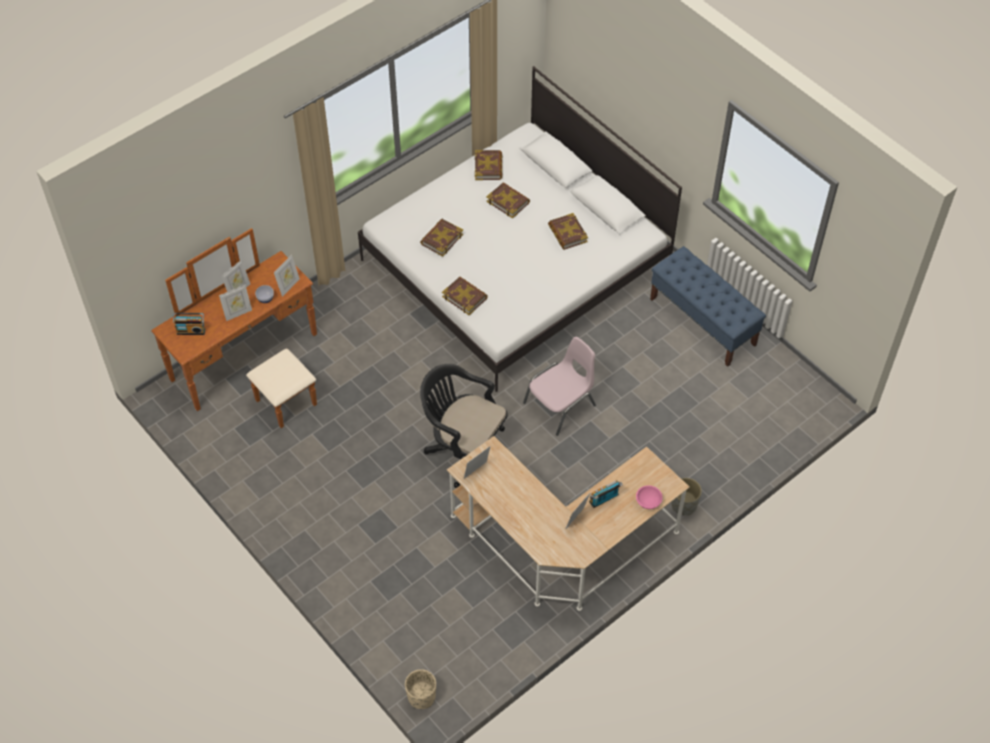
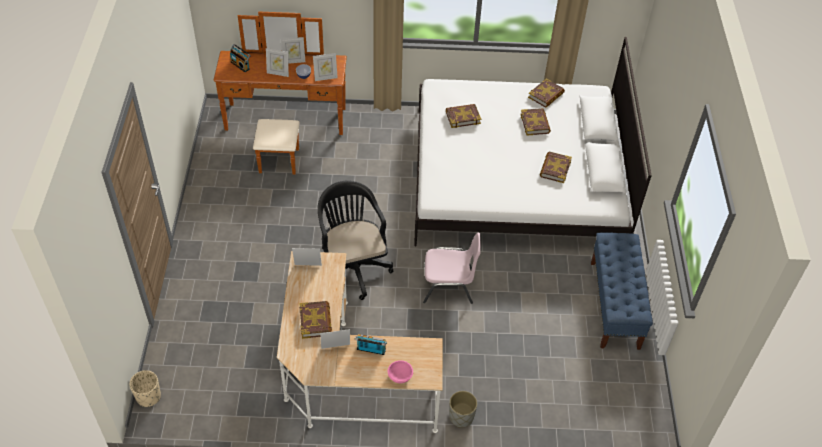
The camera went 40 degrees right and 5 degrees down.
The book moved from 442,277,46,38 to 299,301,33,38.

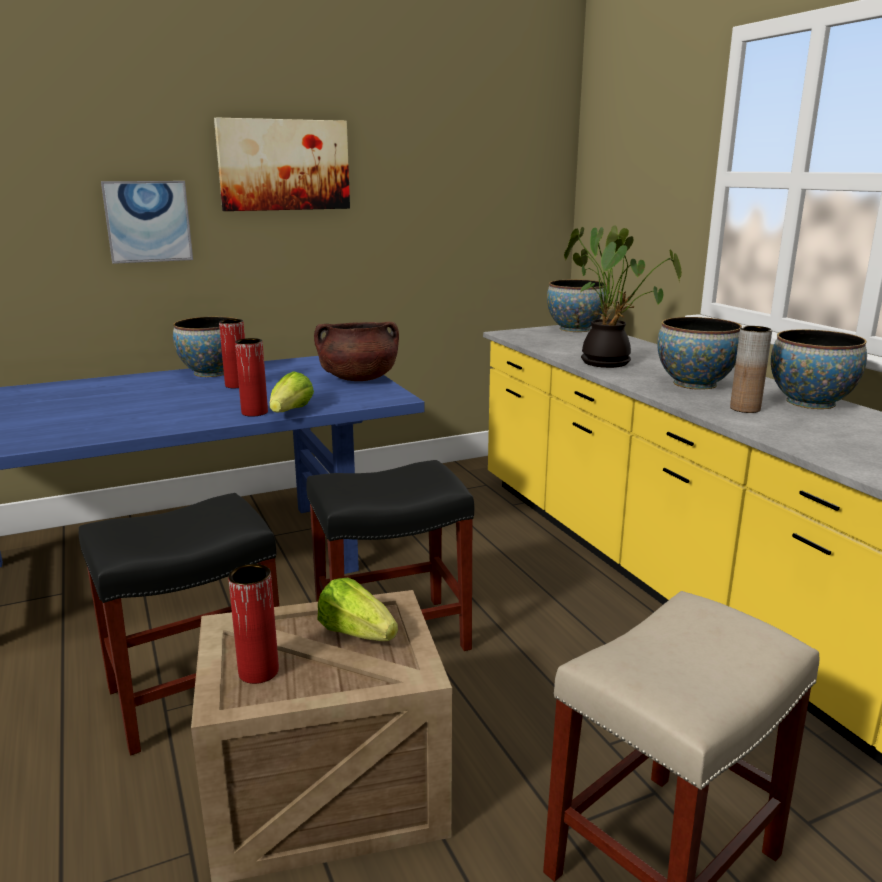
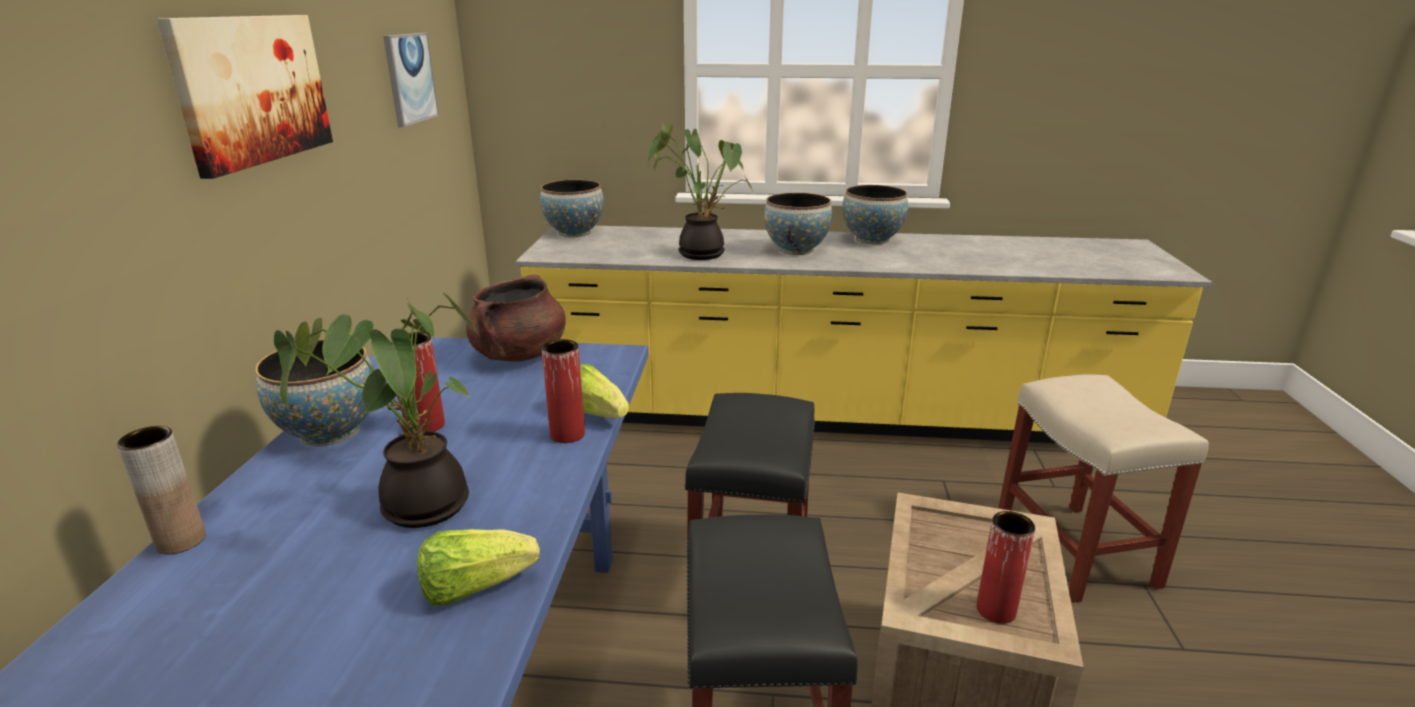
The camera went 60 degrees left and 5 degrees up.
The picture moved from 101,181,92,83 to 383,33,56,94.
The lettuce moved from 317,578,81,63 to 417,529,123,76.
The vase (brown) moved from 730,326,42,87 to 117,426,89,128.
The potted plant at 274,293,204,235 appeared.

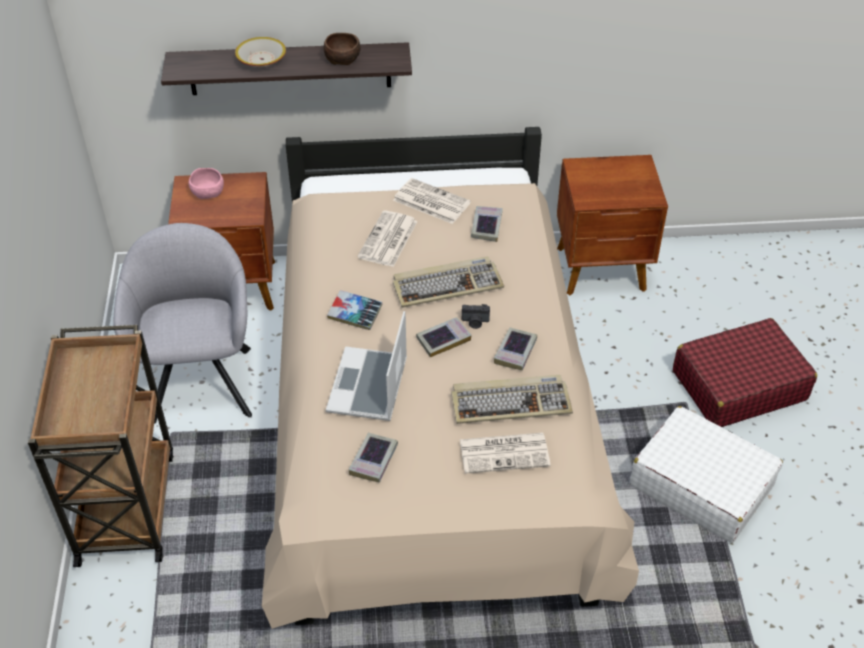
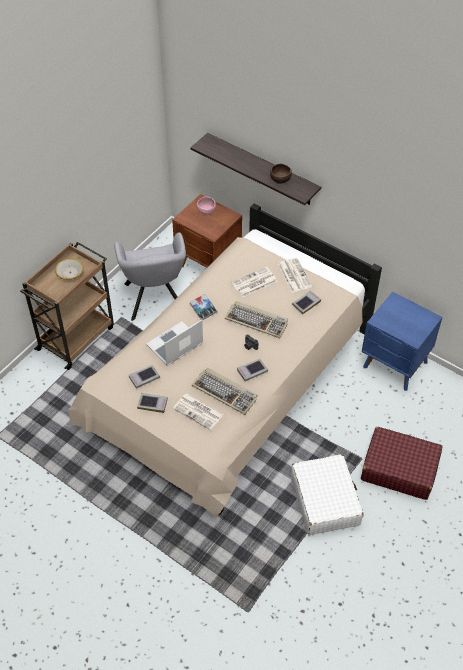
The camera went 40 degrees right and 5 degrees up.
The armchair (grey) at 113,223,139,201 turned 135 degrees clockwise.
The bowl moved from 235,37,51,31 to 55,258,29,22.
The book moved from 416,317,55,40 to 137,393,31,20.
The nightstand (brown) at 557,155,111,141 became the nightstand (blue) at 362,292,81,99.

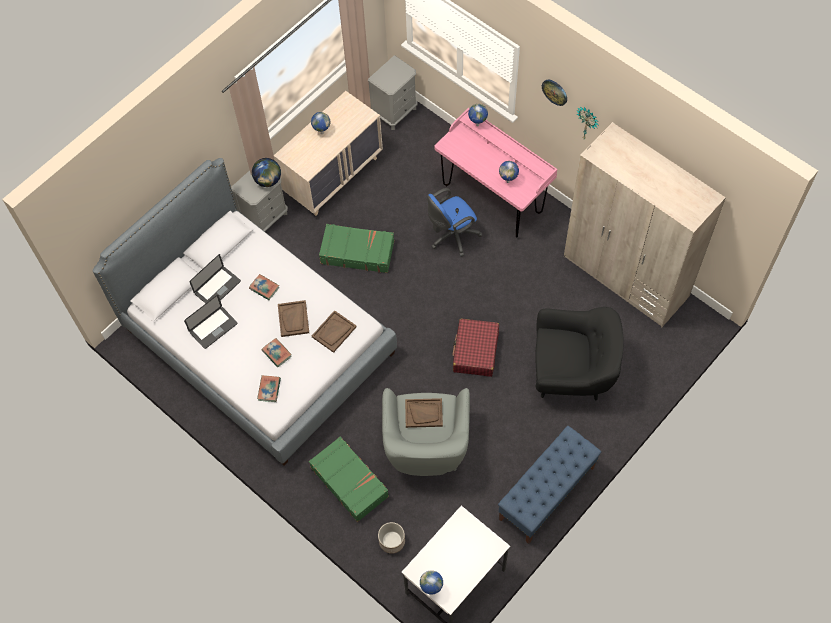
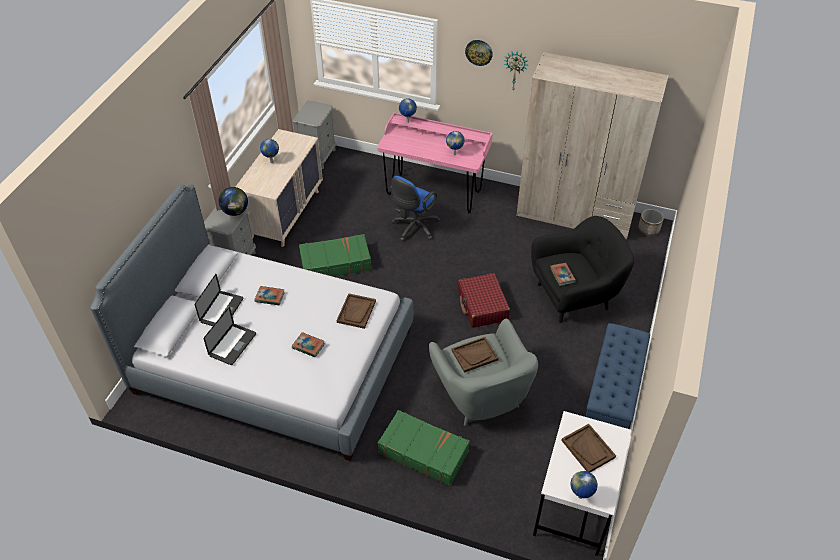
The camera went 25 degrees left and 15 degrees down.
The book moved from 257,375,24,27 to 550,263,26,23.
The tray (brown) moved from 278,300,31,37 to 561,424,55,48.
The planter moved from 378,522,27,32 to 638,209,26,27.

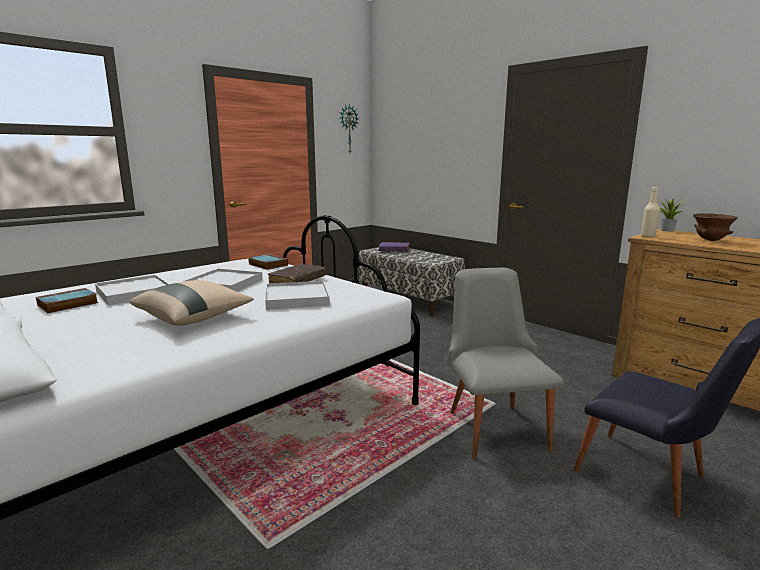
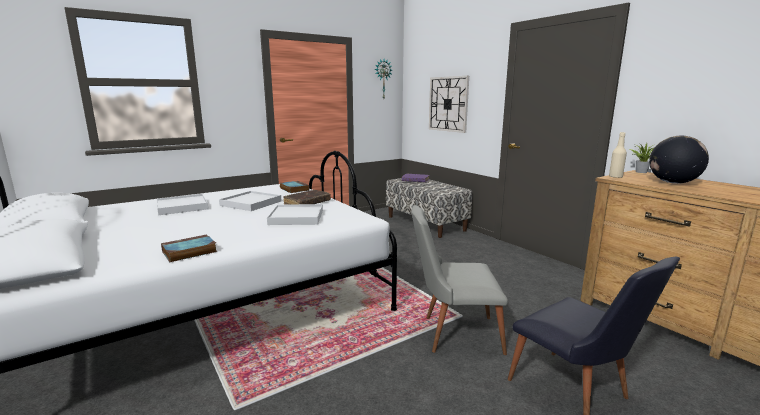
The camera went 10 degrees right and 0 degrees up.
The book moved from 36,288,62,25 to 161,234,56,28.
The pillow (beige) at 130,280,124,46 disappeared.
The chair (grey) at 448,268,116,192 turned 90 degrees counterclockwise.
The bowl (brown) at 693,213,45,28 was replaced by the globe at 649,136,60,48.
The wall clock at 429,76,40,57 appeared.

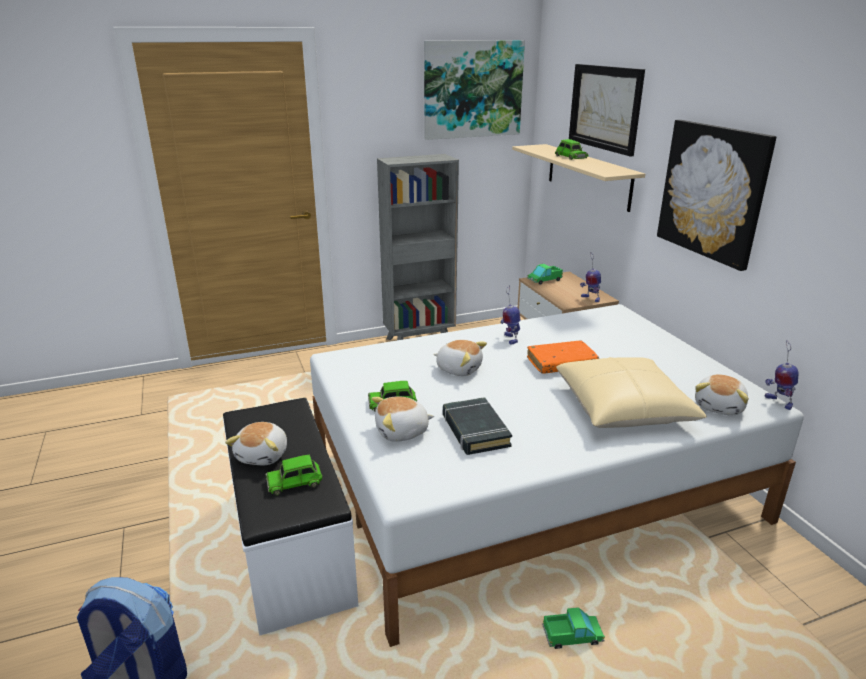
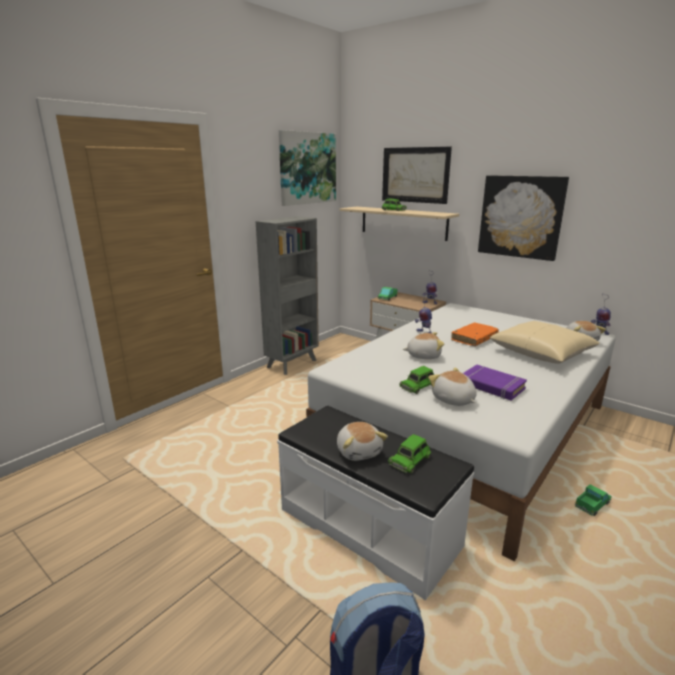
The camera went 30 degrees left and 5 degrees down.
The plush toy at 372,396,62,46 turned 105 degrees clockwise.
The book (black) at 443,397,69,58 became the book (purple) at 463,365,64,35.

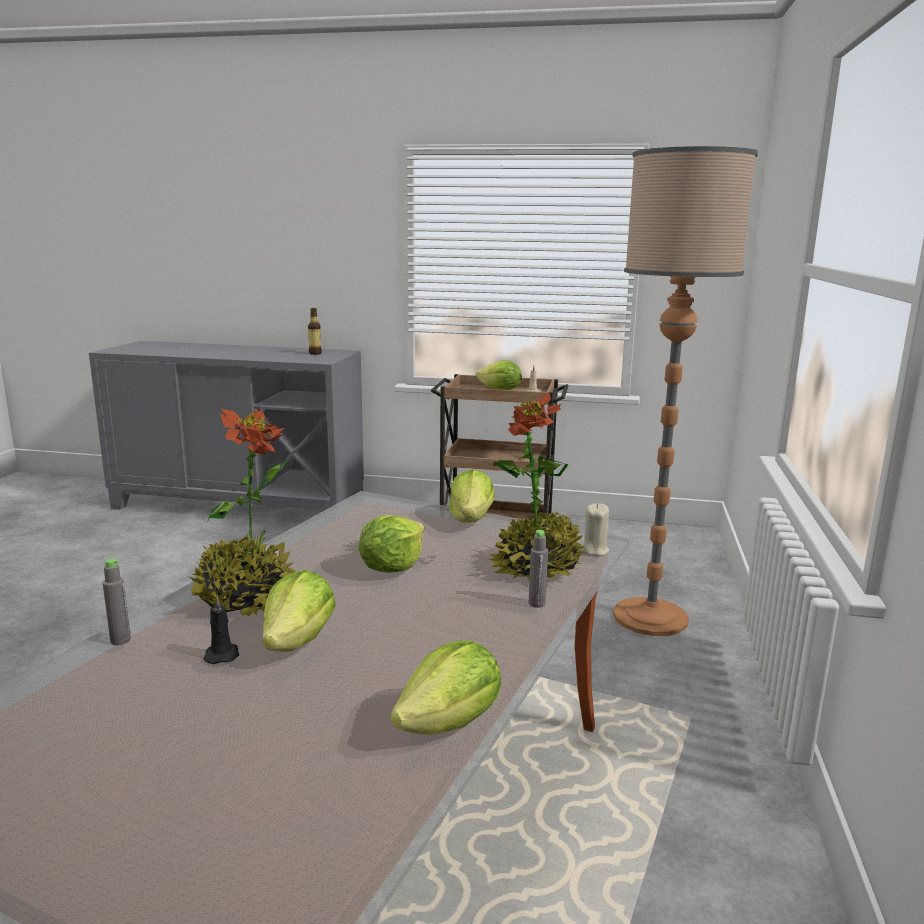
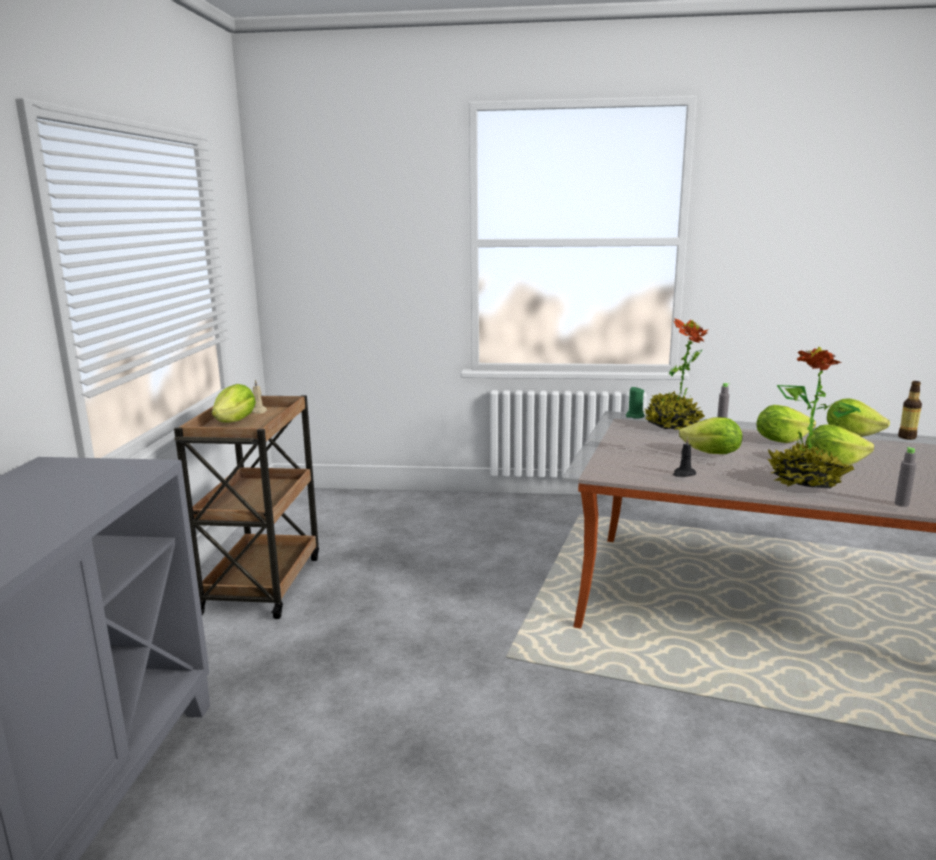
The camera went 95 degrees left and 0 degrees up.
The candle (black) moved from 204,595,35,69 to 673,437,23,40.
The bottle moved from 308,308,14,47 to 898,381,24,59.
The lettuce moved from 449,469,46,54 to 756,405,60,38.
The candle (beige) at 580,503,29,53 became the candle (green) at 626,387,18,31.
The floor lamp at 613,146,145,490 disappeared.

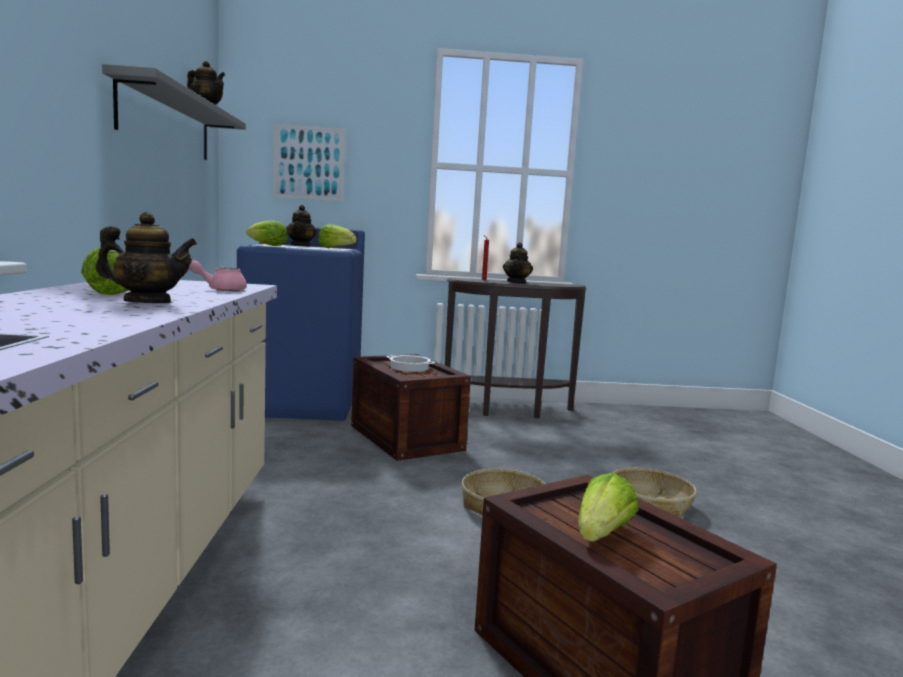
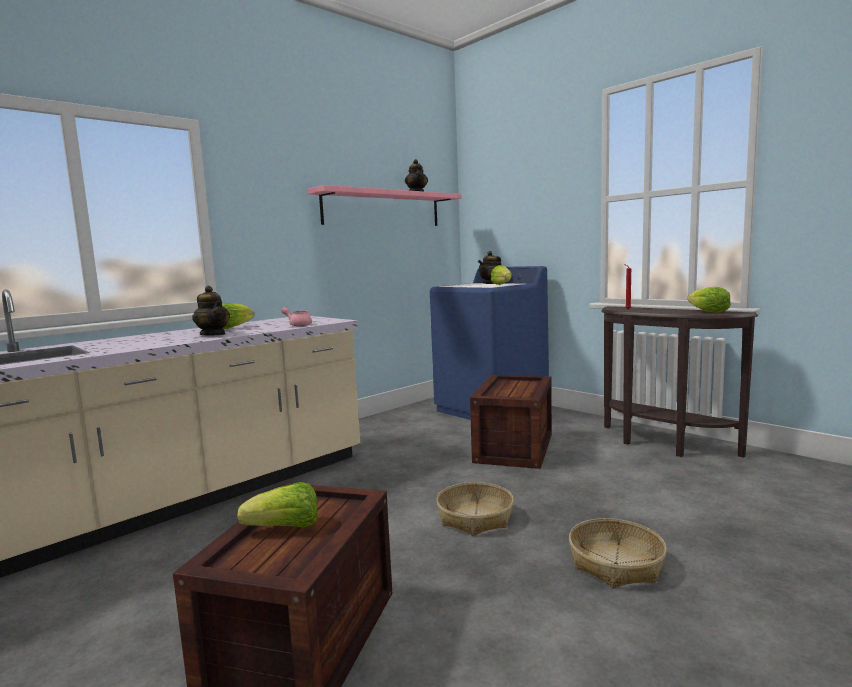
The camera went 50 degrees right and 0 degrees up.
The shelf (grey) at 102,64,144,96 became the shelf (pink) at 307,185,155,41.
The lettuce moved from 246,221,41,25 to 687,287,44,26.
The picture at 273,124,73,78 disappeared.
The cooking pot at 386,355,49,17 disappeared.
The teapot at 503,242,30,42 disappeared.

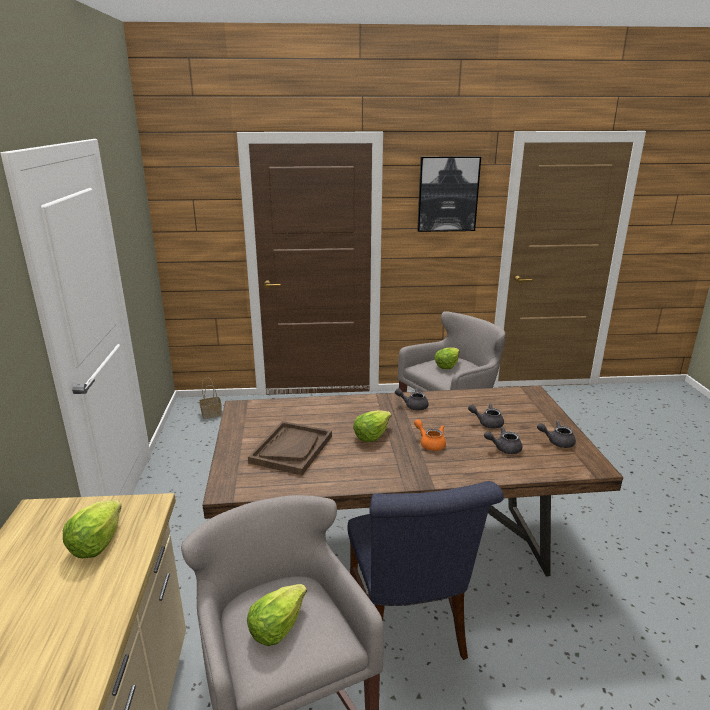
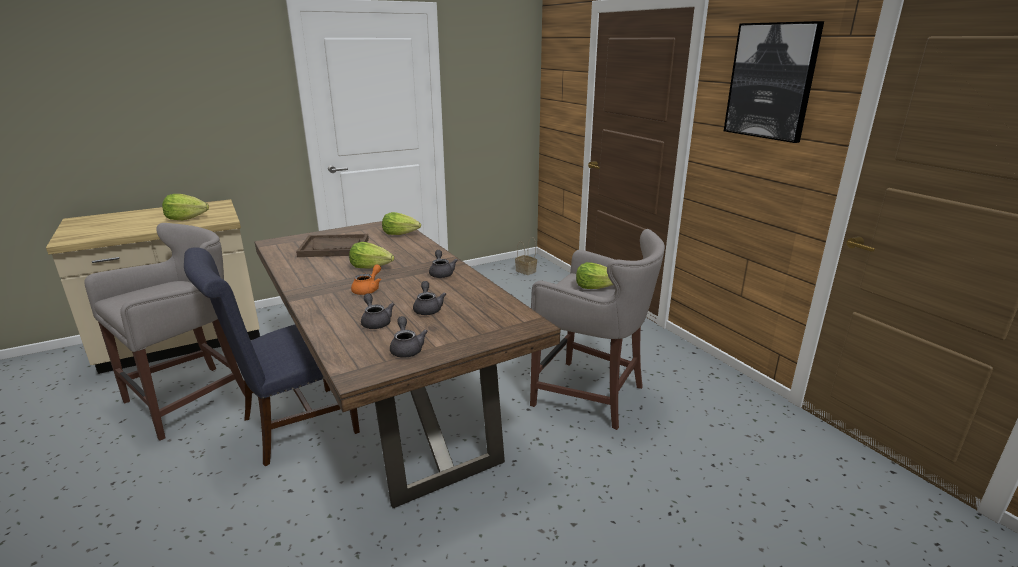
The camera went 65 degrees right and 0 degrees up.
The lettuce moved from 247,584,60,62 to 382,212,39,23.

